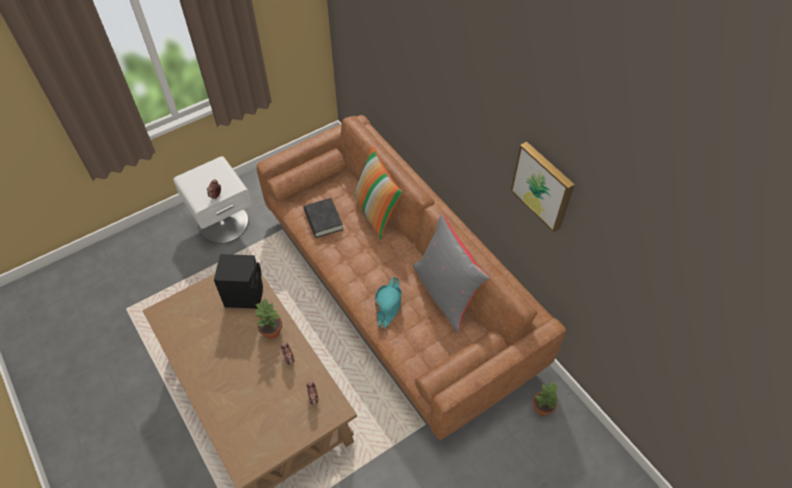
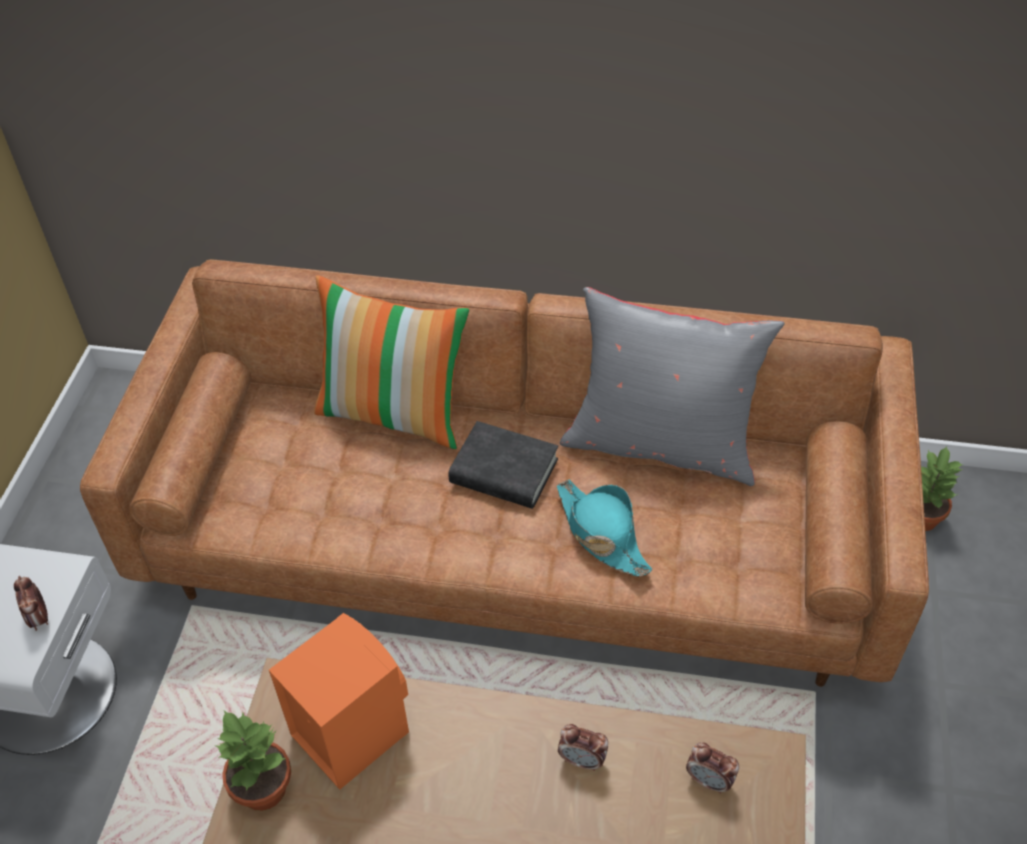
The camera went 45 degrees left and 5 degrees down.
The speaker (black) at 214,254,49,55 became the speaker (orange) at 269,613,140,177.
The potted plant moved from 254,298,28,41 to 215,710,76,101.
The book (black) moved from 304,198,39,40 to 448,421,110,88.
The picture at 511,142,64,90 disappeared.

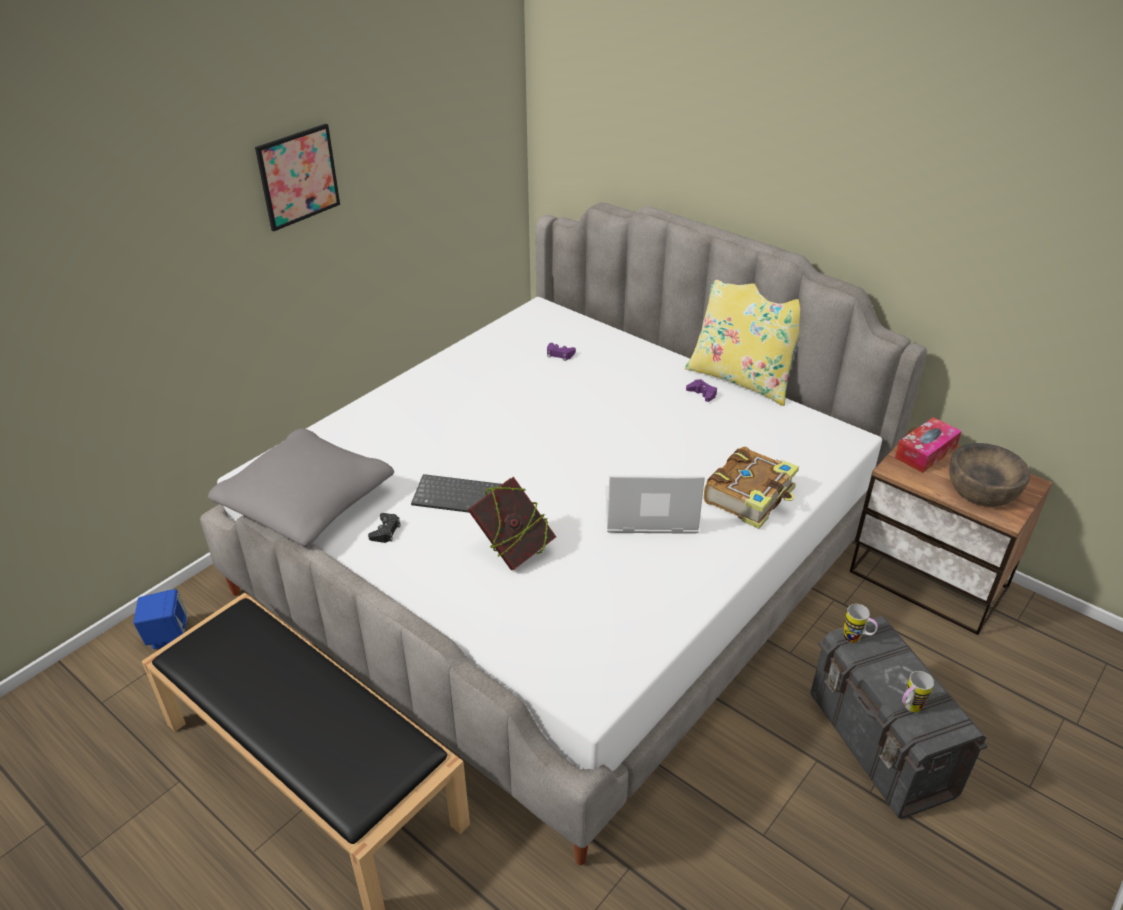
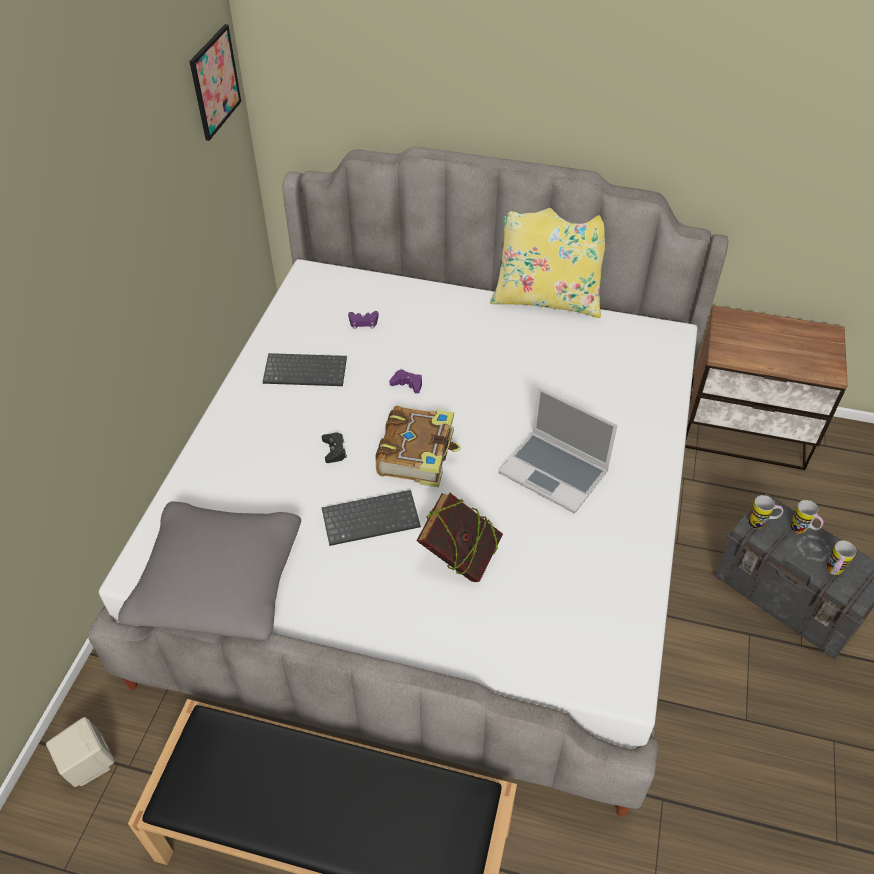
The camera went 25 degrees left and 10 degrees up.
The speaker (blue) at 133,589,55,60 became the speaker (beige) at 46,717,68,70.
The picture moved from 255,124,85,107 to 189,24,52,117.
The game controller (black) moved from 368,513,33,30 to 322,433,25,30.
The laptop at 606,475,99,59 turned 120 degrees counterclockwise.
The game controller (purple) moved from 686,379,31,23 to 390,369,32,24.
The book moved from 704,447,95,82 to 375,406,86,81.
The tissue box at 895,417,67,56 disappeared.
The bowl (brown) at 949,443,81,64 disappeared.
The keyboard at 263,353,84,33 appeared.
The mug at 791,500,33,34 appeared.

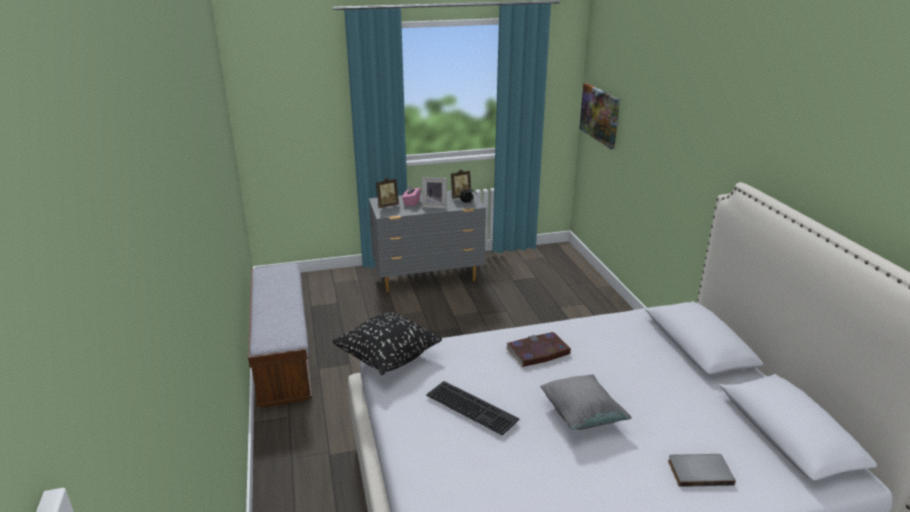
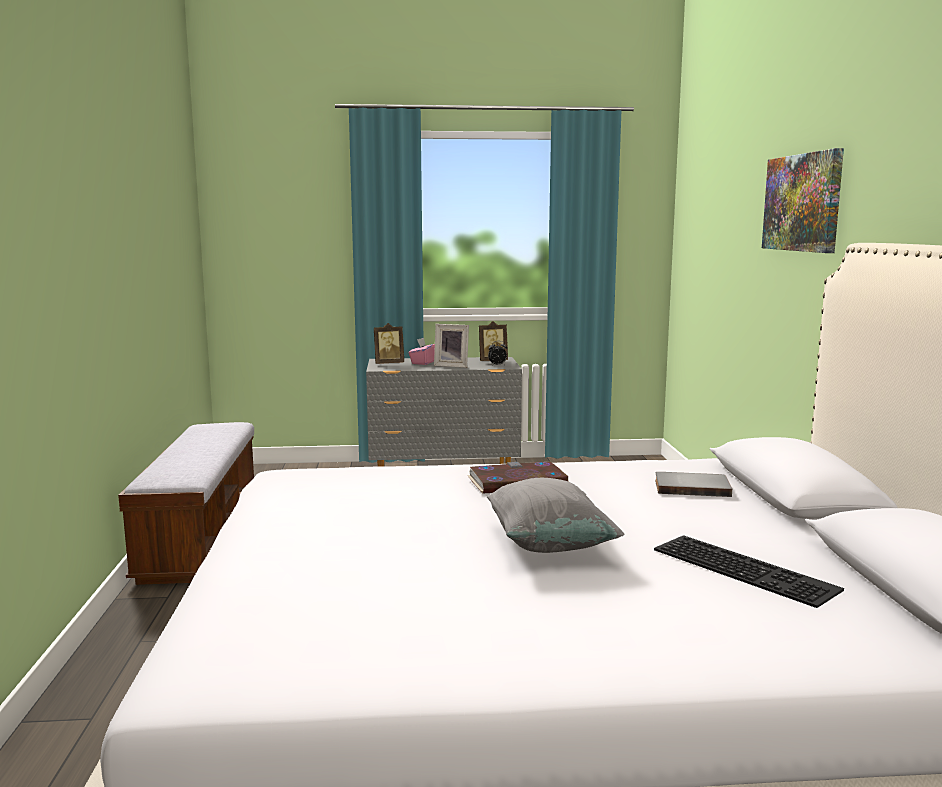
The camera went 10 degrees right and 15 degrees down.
The pillow (black) at 333,311,109,64 disappeared.
The keyboard moved from 426,381,93,55 to 654,535,190,73.
The picture moved from 579,83,41,66 to 762,148,82,105.
The book (grey) moved from 668,454,68,33 to 655,472,77,25.

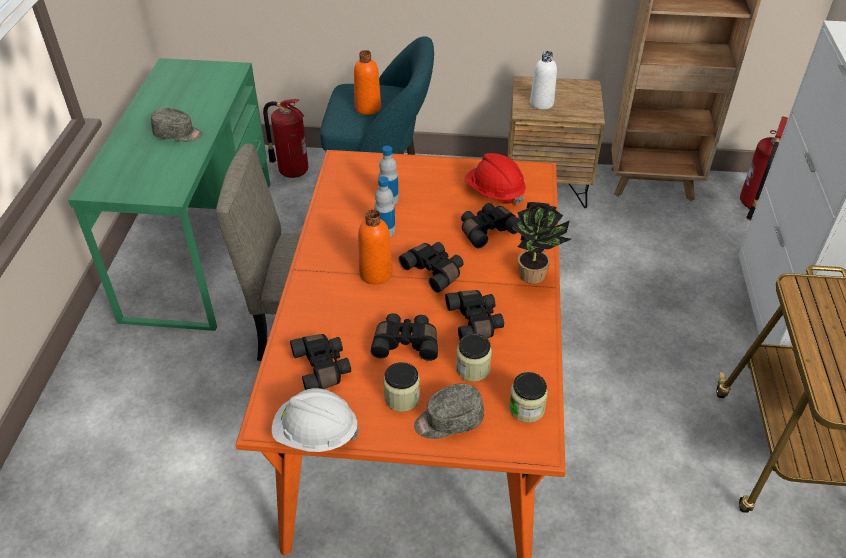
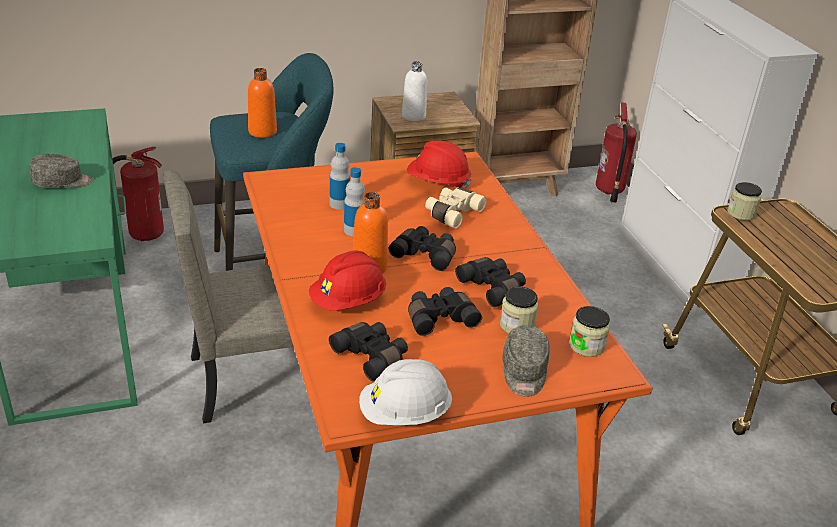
The camera went 25 degrees left and 10 degrees down.
The jar moved from 384,362,36,50 to 727,182,35,38.
The cap (grey) at 414,383,70,56 turned 45 degrees counterclockwise.
The binoculars (black) at 461,203,57,45 became the binoculars (beige) at 425,188,62,40.
The potted plant at 512,202,59,82 disappeared.
The hard hat (red) at 309,251,77,60 appeared.

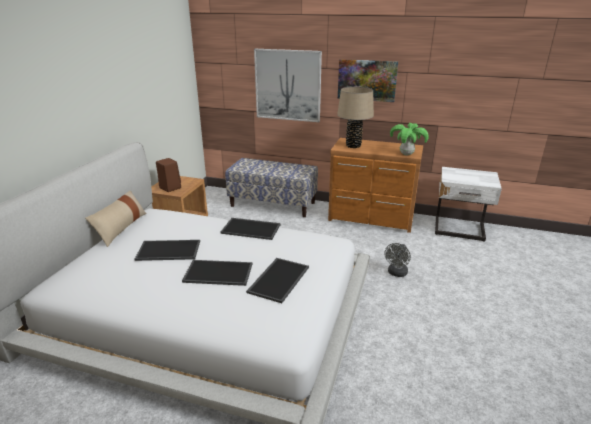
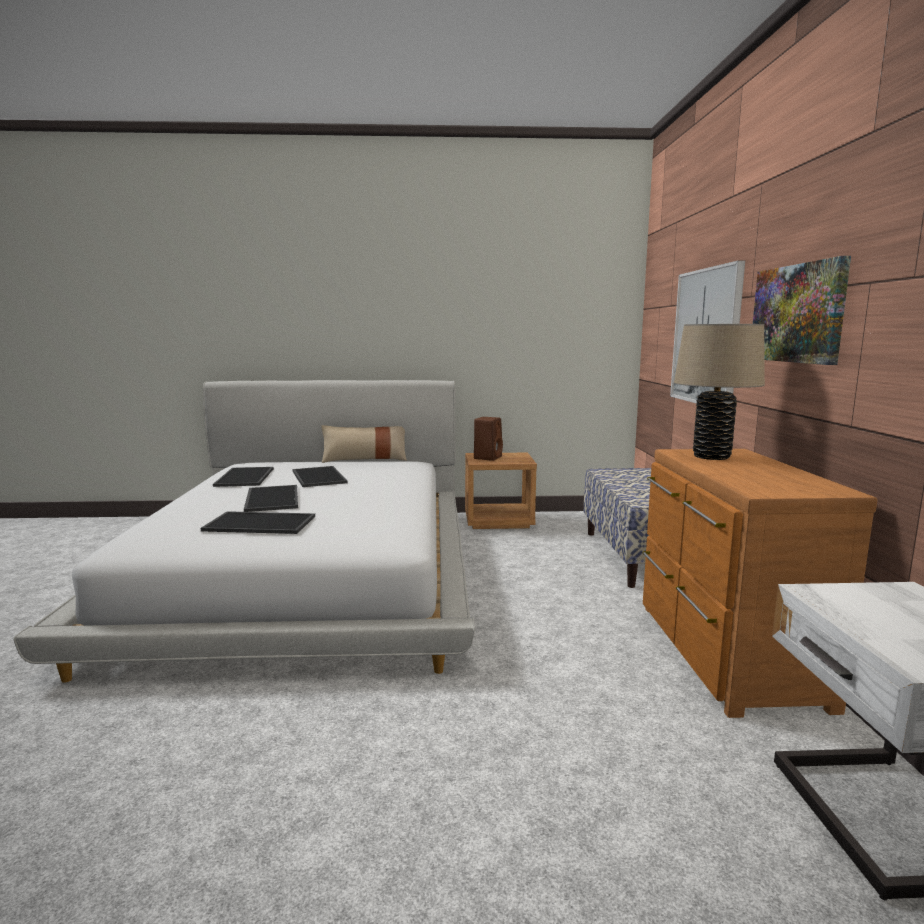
The camera went 70 degrees right and 15 degrees down.
The tray moved from 220,218,61,22 to 213,467,61,20.
The fan (grey) at 384,243,27,34 disappeared.
The potted plant at 390,123,39,32 disappeared.

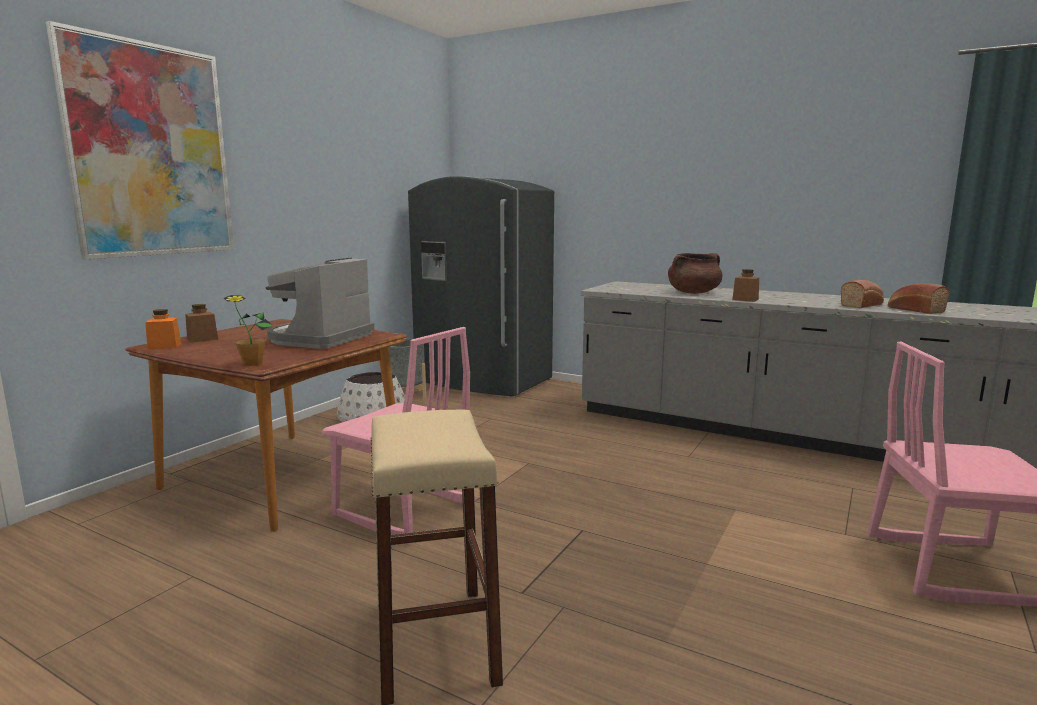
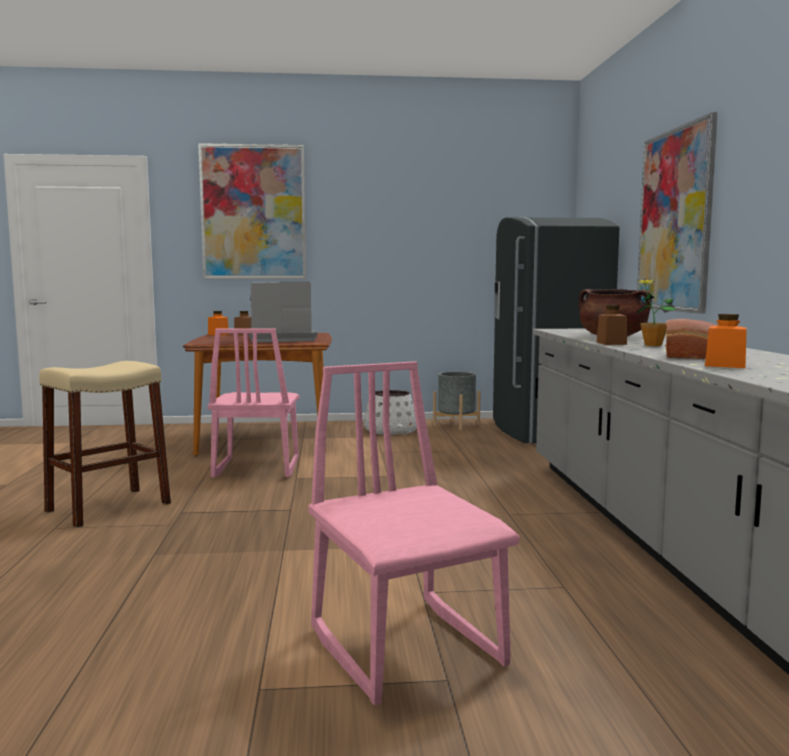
The camera went 55 degrees right and 5 degrees down.
The potted plant moved from 224,295,49,71 to 637,279,39,67.
The bread at 888,283,62,31 was replaced by the jar (orange) at 705,314,42,54.
The picture at 637,112,81,202 appeared.

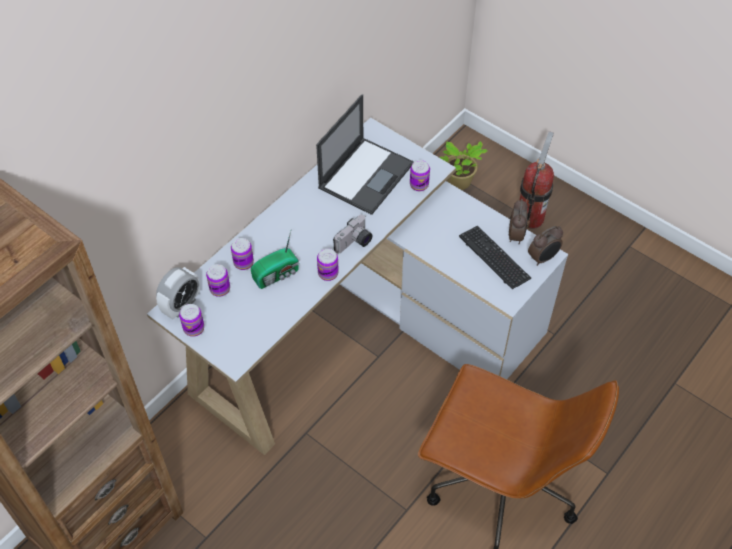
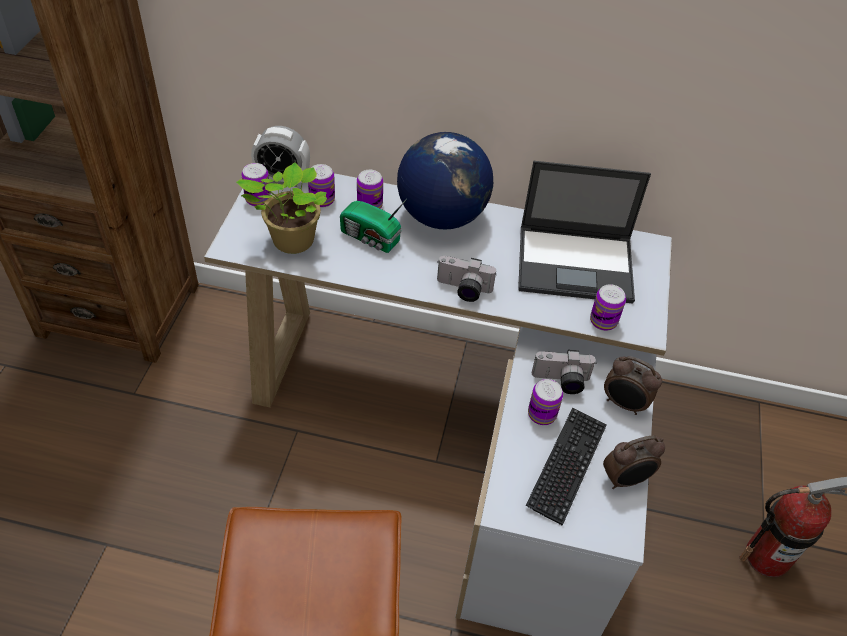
The camera went 60 degrees right and 5 degrees down.
The can moved from 317,249,22,32 to 528,379,35,46.
The potted plant moved from 439,141,49,49 to 236,162,91,92.
The alarm clock moved from 528,226,35,40 to 604,356,58,59.
The globe at 397,132,96,97 appeared.
The photo camera at 532,350,65,44 appeared.

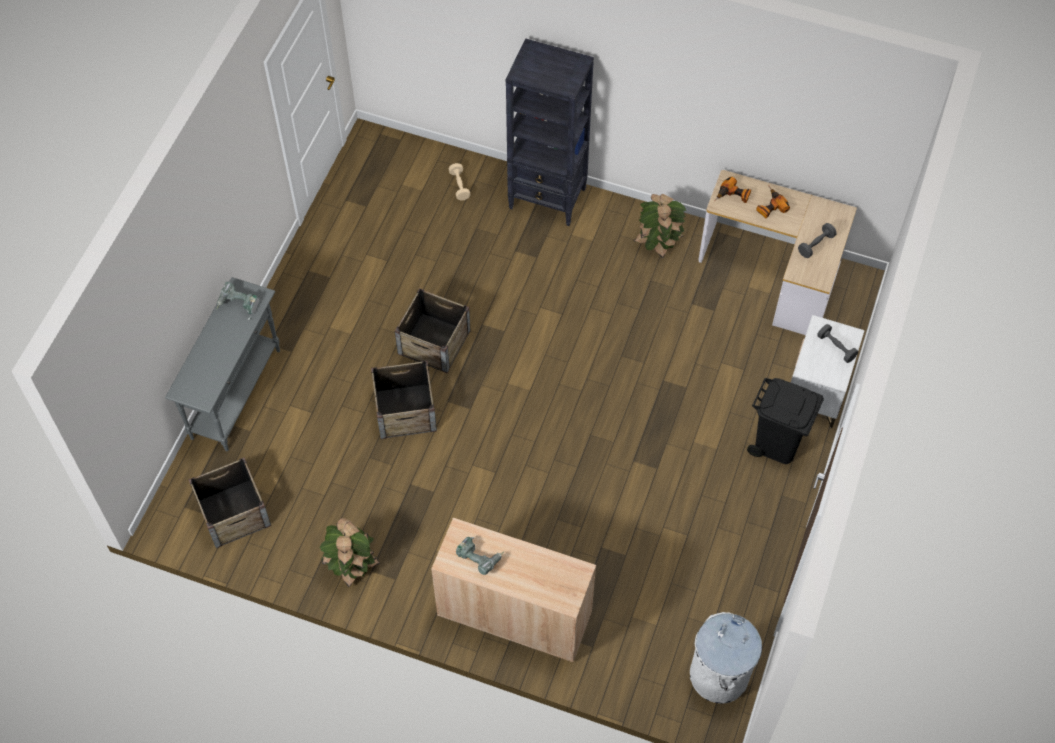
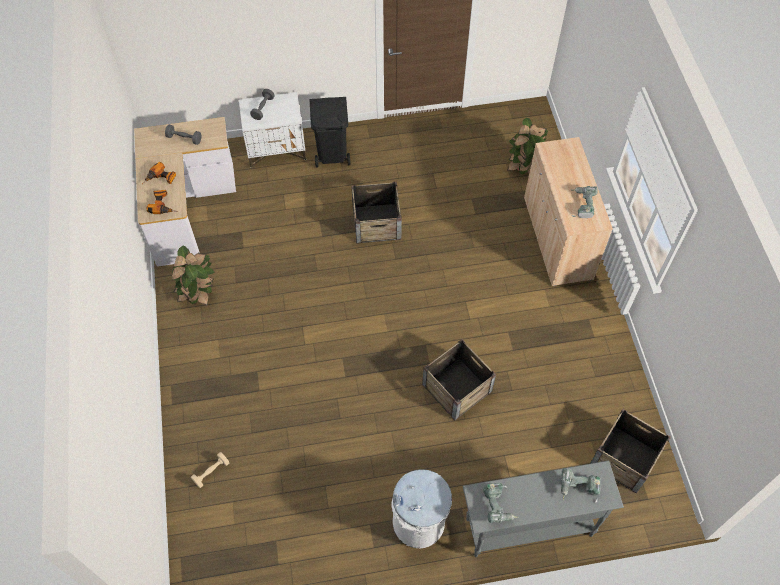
The camera went 120 degrees left and 0 degrees up.
The potted plant moved from 319,518,61,69 to 507,118,41,56.
The crate moved from 395,288,76,85 to 351,182,51,62.
The bookcase (black) at 505,38,89,188 disappeared.
The trash can (white) moved from 690,612,72,91 to 391,469,61,79.
The power drill at 561,468,39,35 appeared.

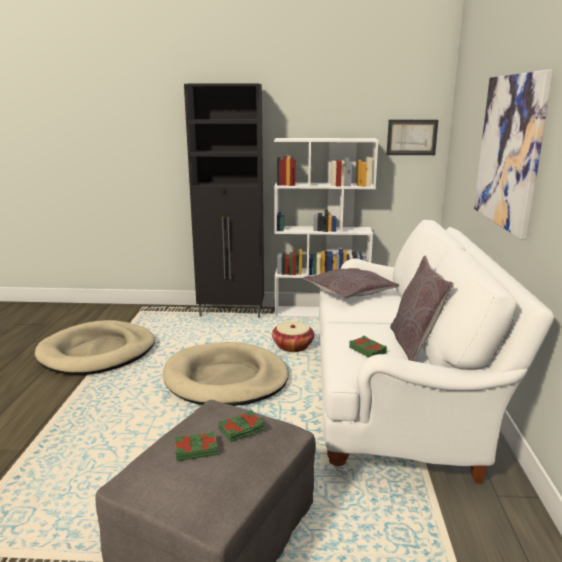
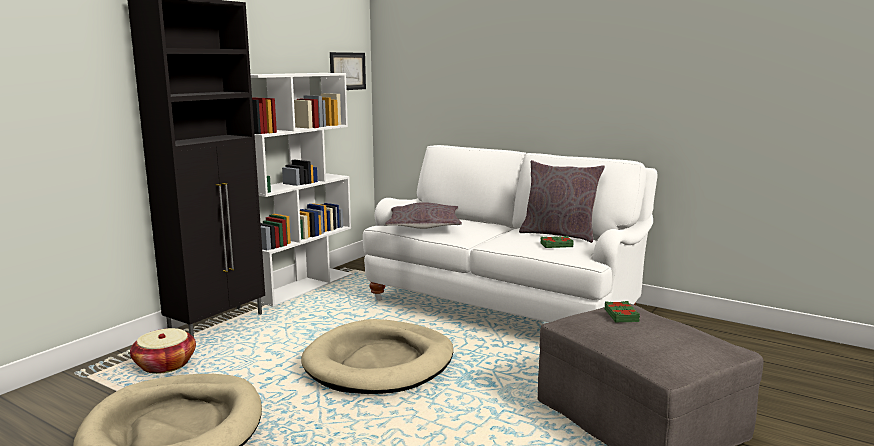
The camera went 60 degrees left and 5 degrees down.
The book (green) at 174,431,44,30 disappeared.
The basket moved from 272,321,42,31 to 130,328,66,46.
The picture at 474,70,79,169 disappeared.

